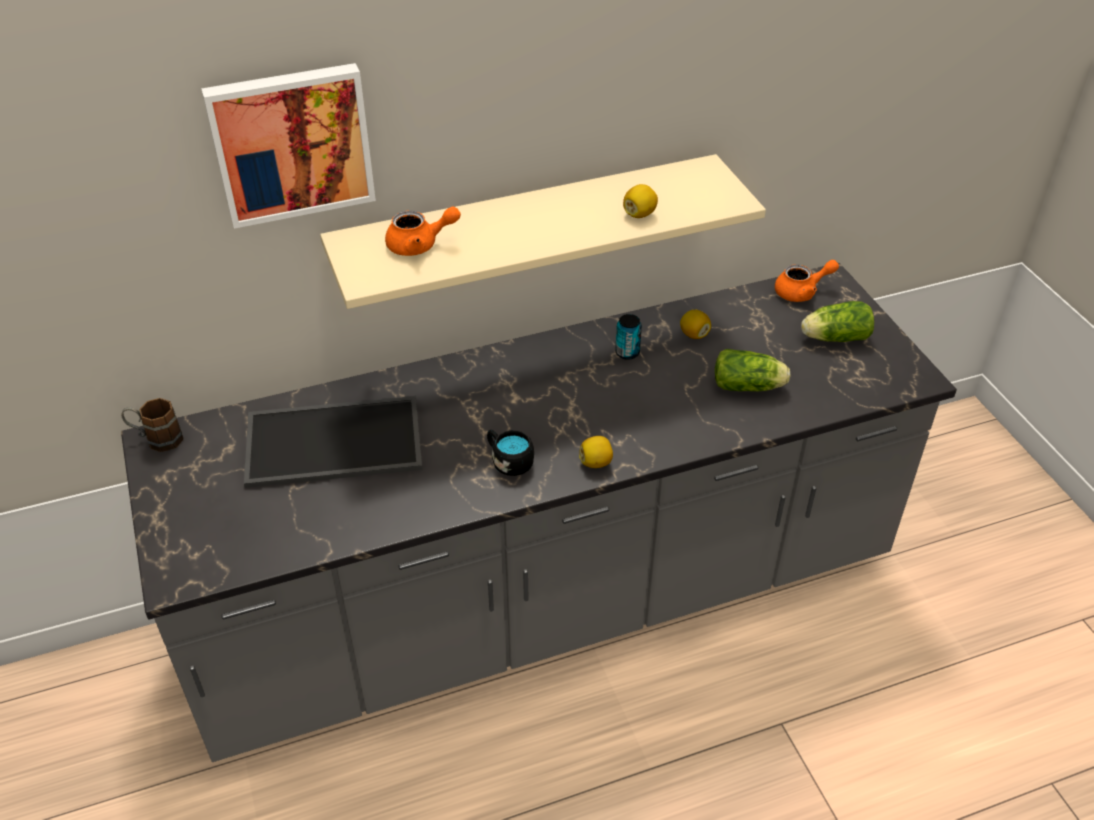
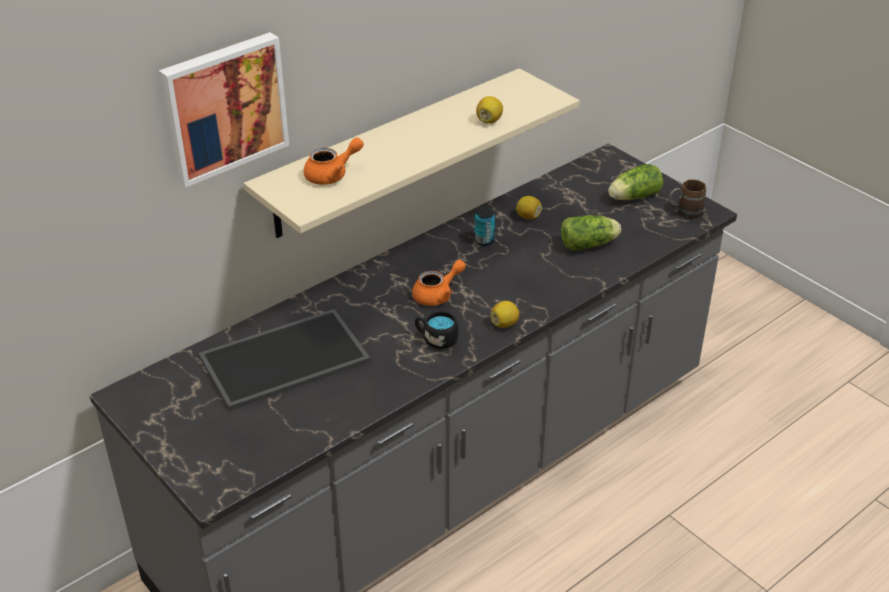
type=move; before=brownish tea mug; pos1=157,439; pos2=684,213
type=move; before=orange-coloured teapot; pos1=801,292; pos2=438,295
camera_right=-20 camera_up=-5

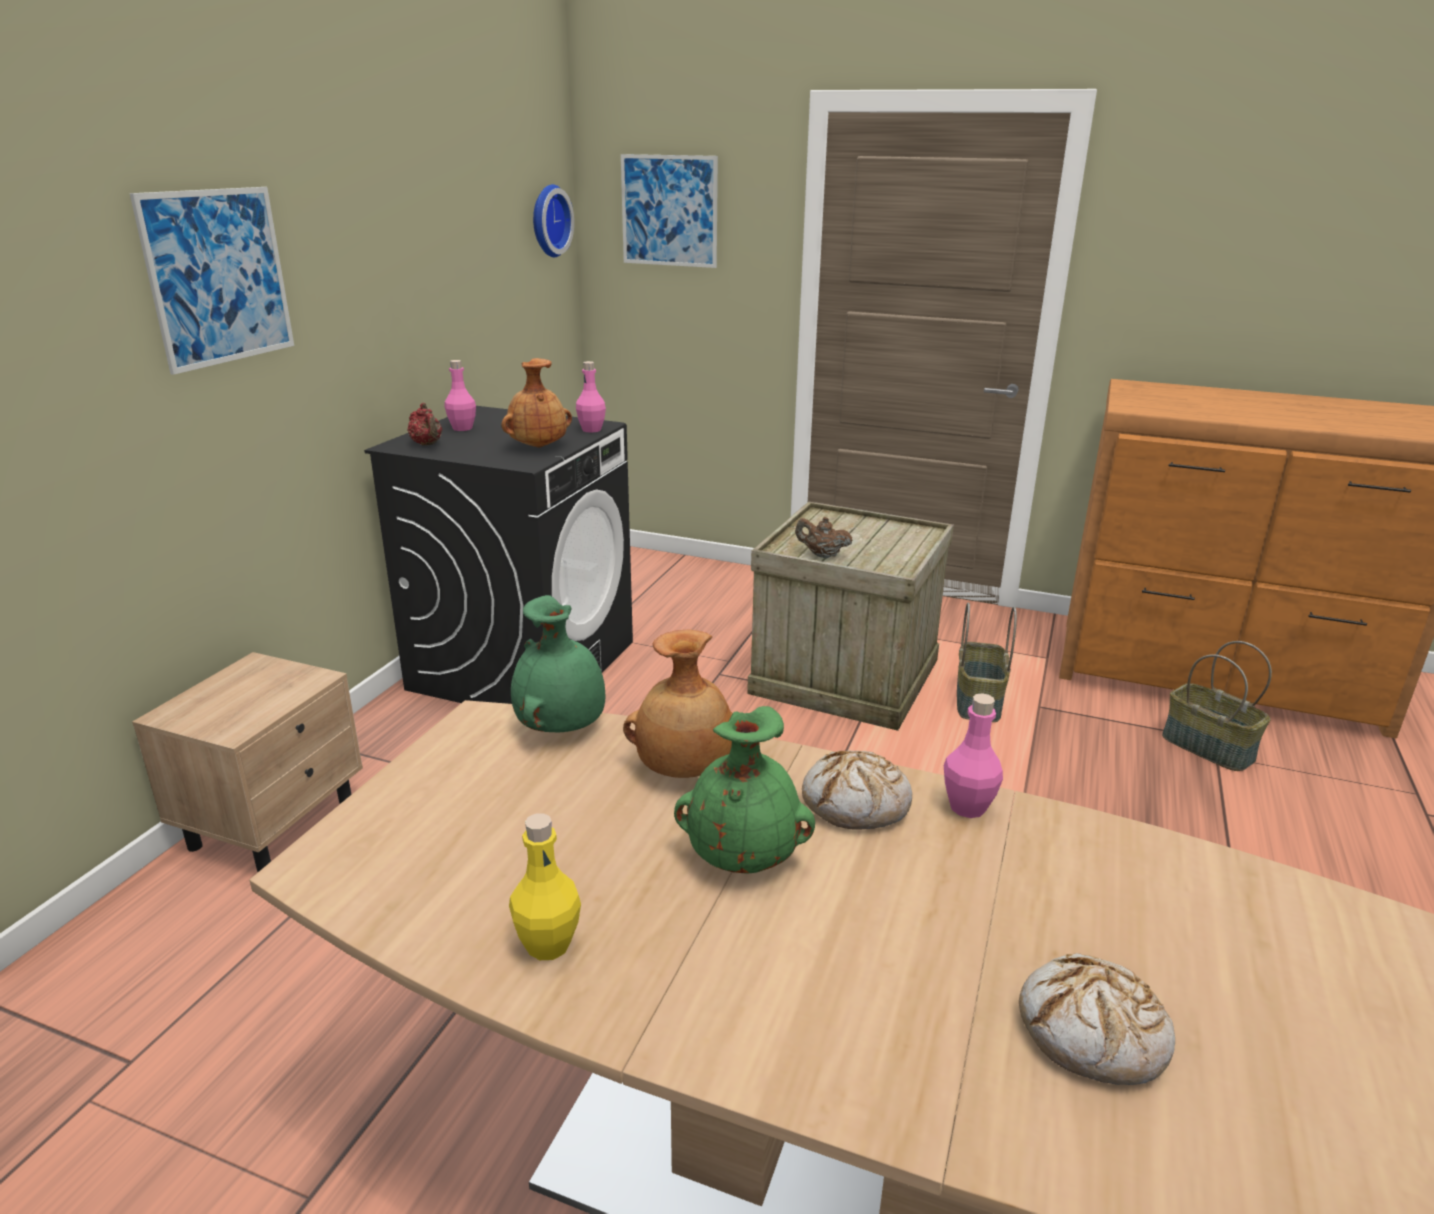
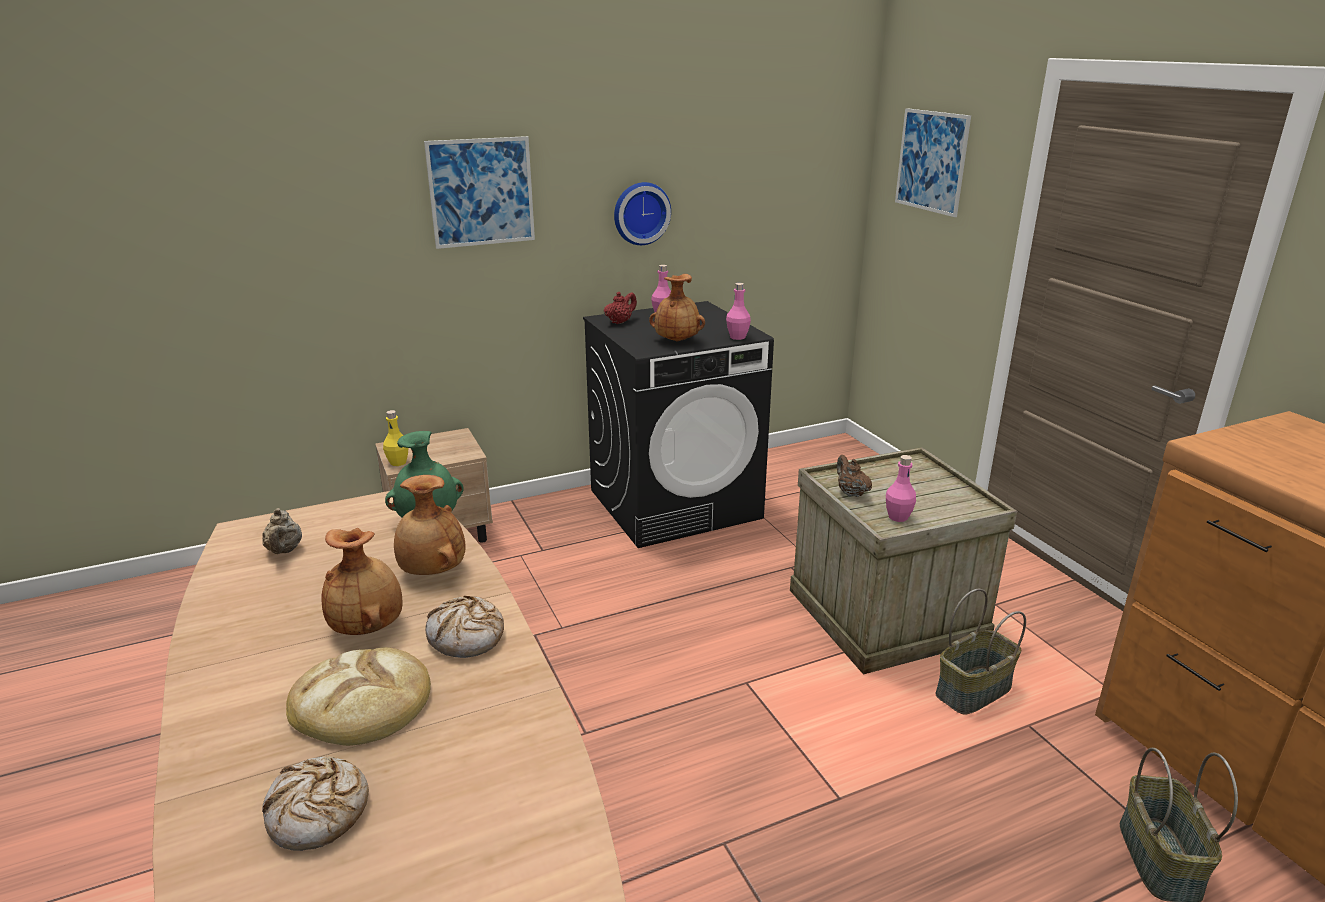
type=rotate; before=red teapot; pos1=427,445; pos2=620,322; turn=-150
type=move; before=yellowish beverage bottle; pos1=548,944; pos2=398,462
type=move; before=wall clock; pos1=548,221; pos2=640,213
type=recolor; before=green vase; after=brownish vase; pos1=743,856; pos2=368,627
type=move; before=pink-coloured beverage bottle; pos1=967,807; pos2=898,517
type=insert; after=sand-coloured teapot; pos2=284,551
type=insert; after=baked bread; pos2=362,702
camera_right=45 camera_up=0

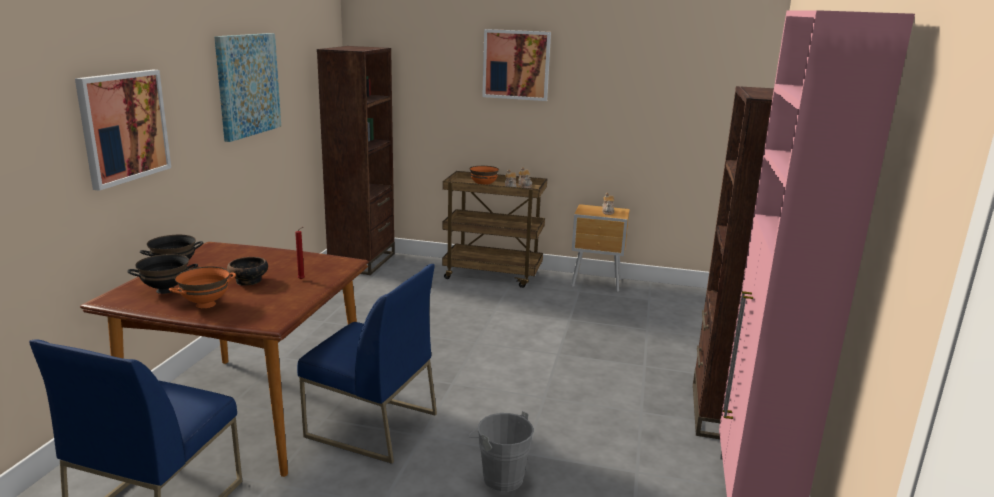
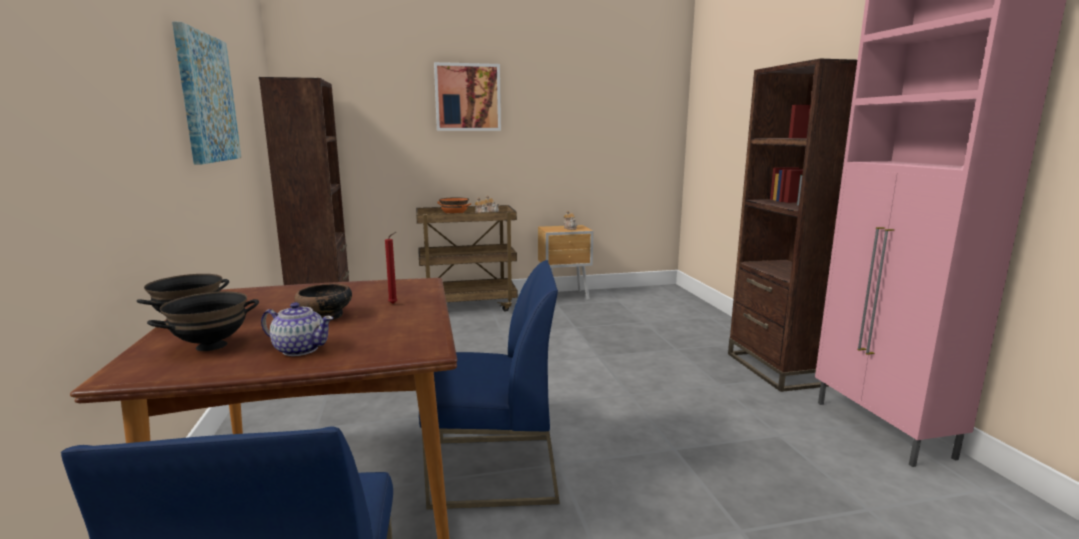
type=delete; before=wall picture; pos1=124,127
type=replace; before=orange-coloured deep dish; after=teapot; pos1=205,304; pos2=300,349
type=delete; before=greyish pail; pos1=499,476
camera_right=-25 camera_up=-5

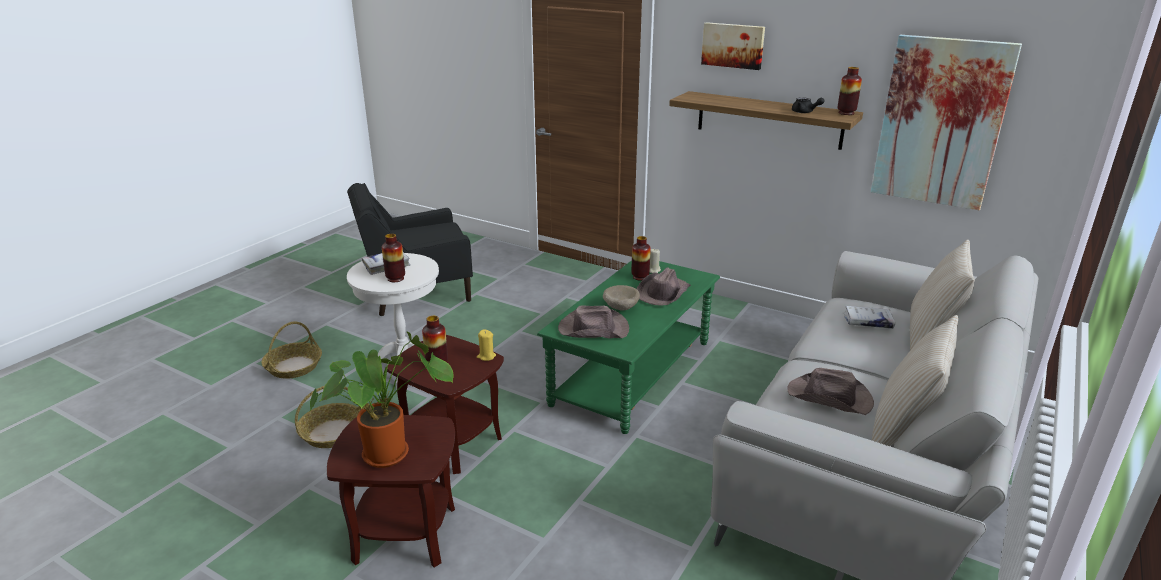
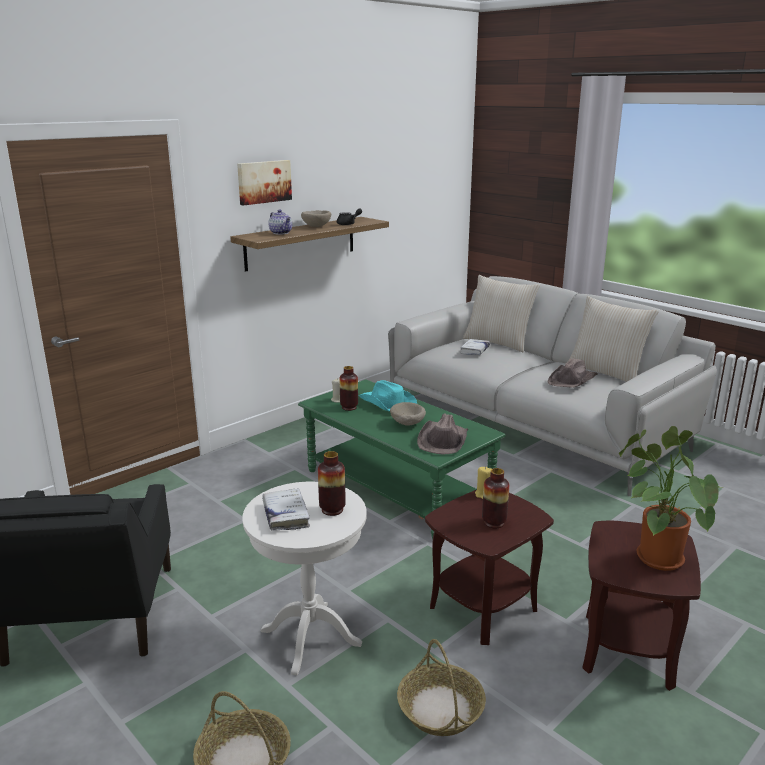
type=recolor; before=brownish hat; after=blue-green hat; pos1=663,293; pos2=387,403
type=delete; before=vase; pos1=846,113
type=delete; before=wall picture; pos1=940,123
type=insert; after=teapot; pos2=281,233
type=insert; after=sand-coloured deep dish; pos2=317,226
camera_right=-75 camera_up=-5

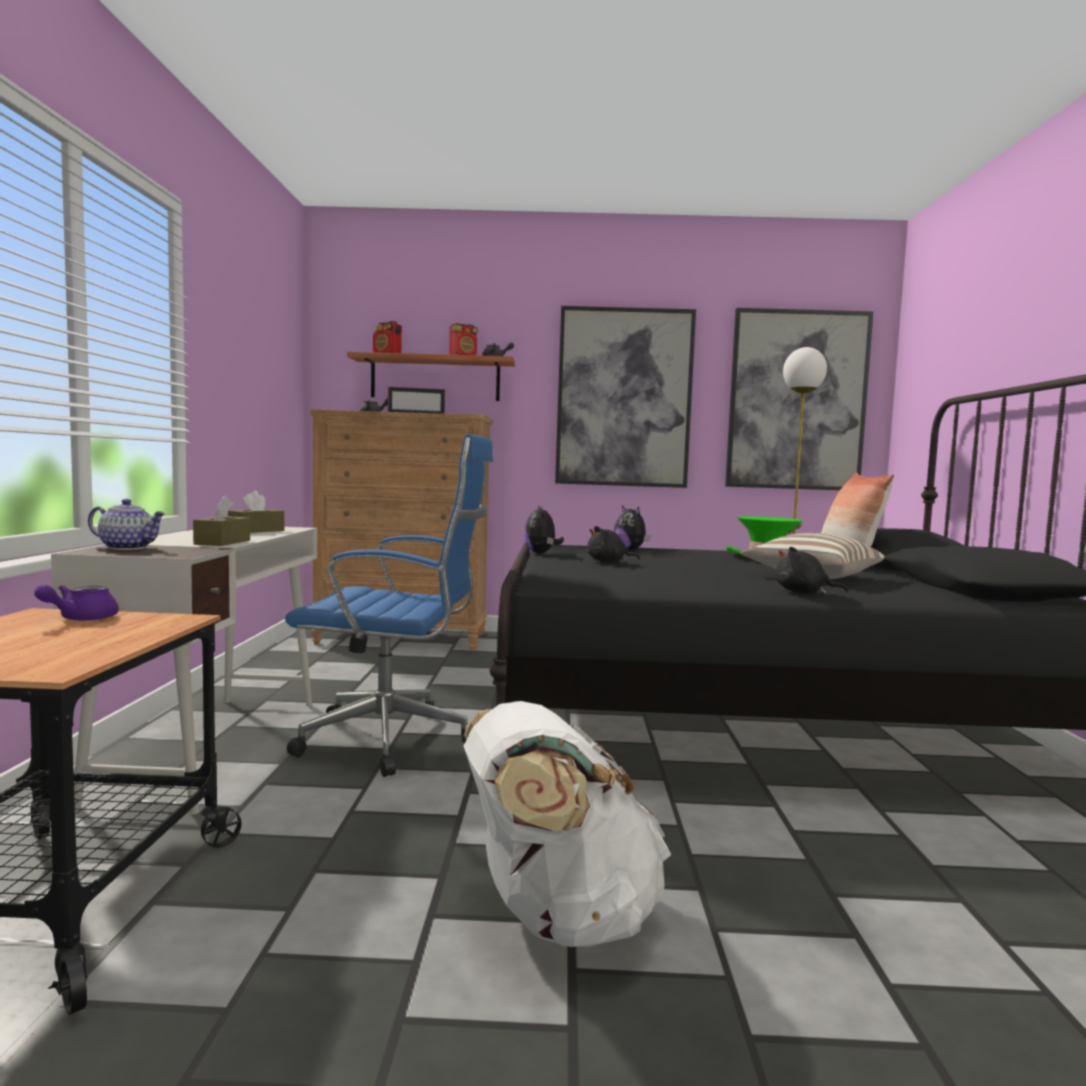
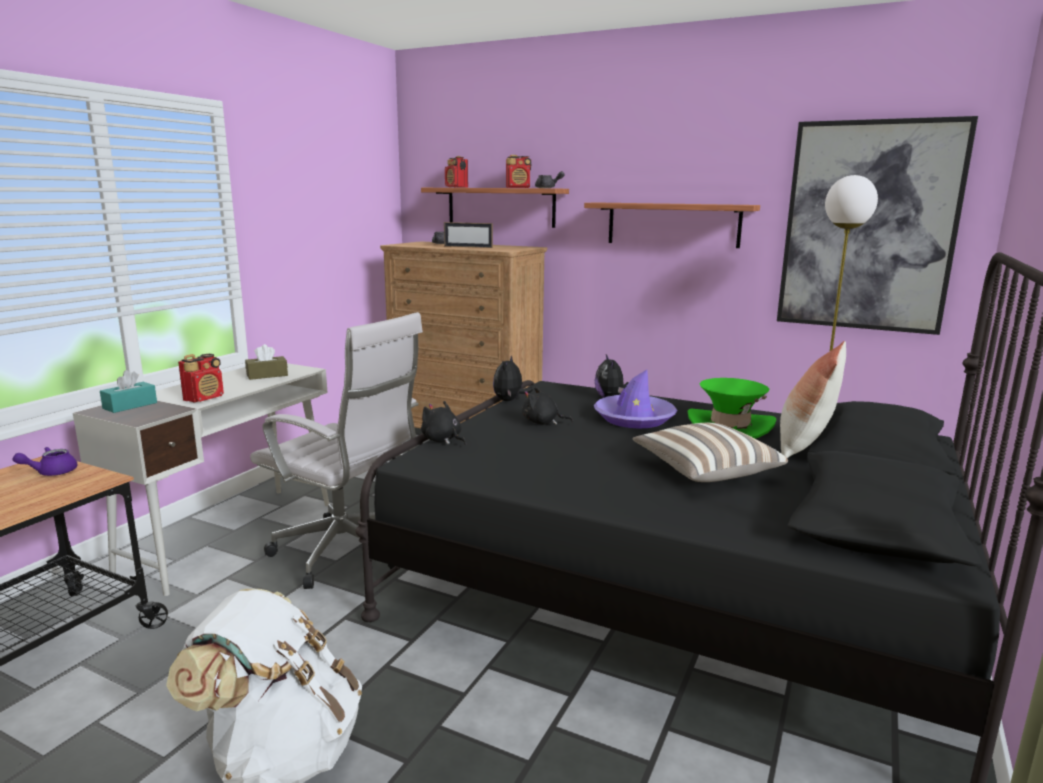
type=replace; before=teapot; after=blue-green box of tissues; pos1=129,548; pos2=130,405
type=replace; before=brownish box of tissues; after=radio set; pos1=222,542; pos2=204,398
type=recolor; before=blue-coloured computer chair; after=whitish computer chair; pos1=394,741; pos2=347,554
type=replace; before=wall picture; after=bracket shelf; pos1=624,398; pos2=673,224
type=move; before=blackish soft toy; pos1=803,593; pos2=443,440
type=insert; after=purplish hat; pos2=634,418
camera_right=25 camera_up=10

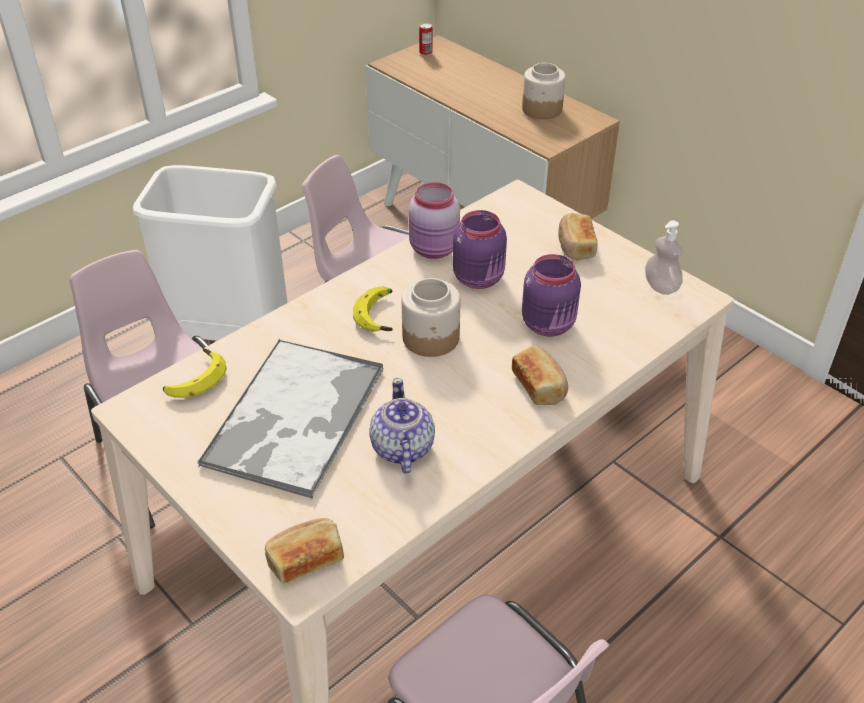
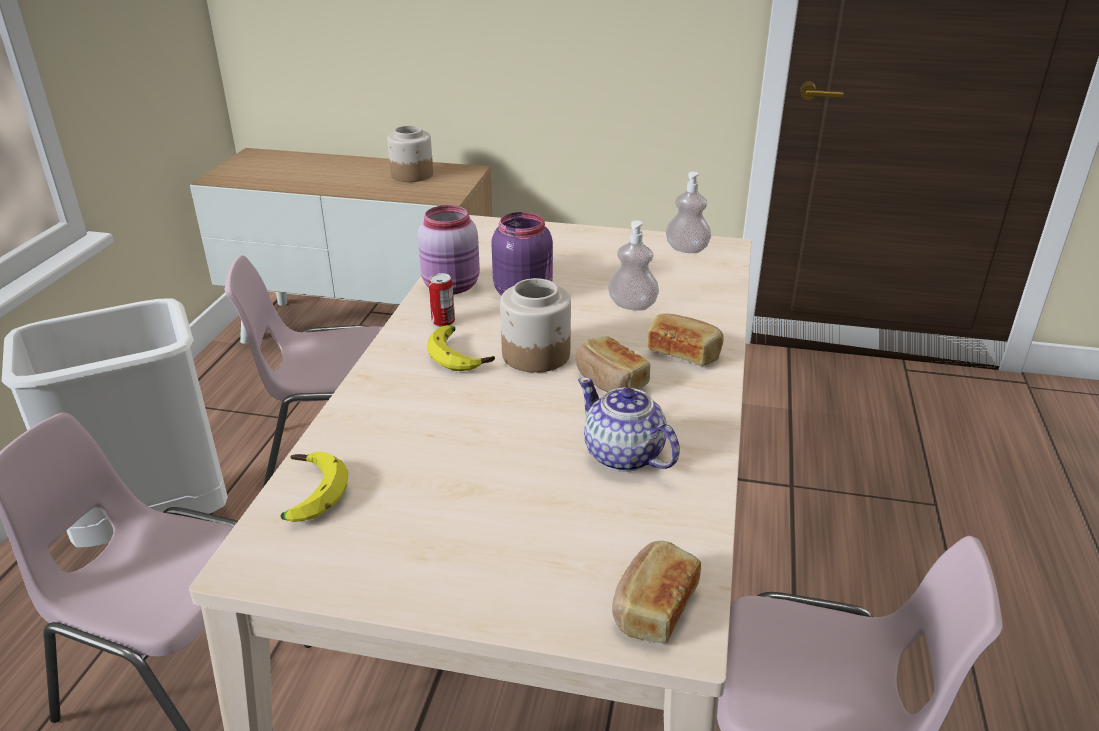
type=delete; before=carrying tray; pos1=294,418
type=move; before=sealed can; pos1=425,52; pos2=443,322
type=replace; before=purplish preserve jar; after=liquid soap bottle; pos1=549,324; pos2=632,305
type=move; before=baked bread; pos1=575,246; pos2=610,381
camera_right=-35 camera_up=-10

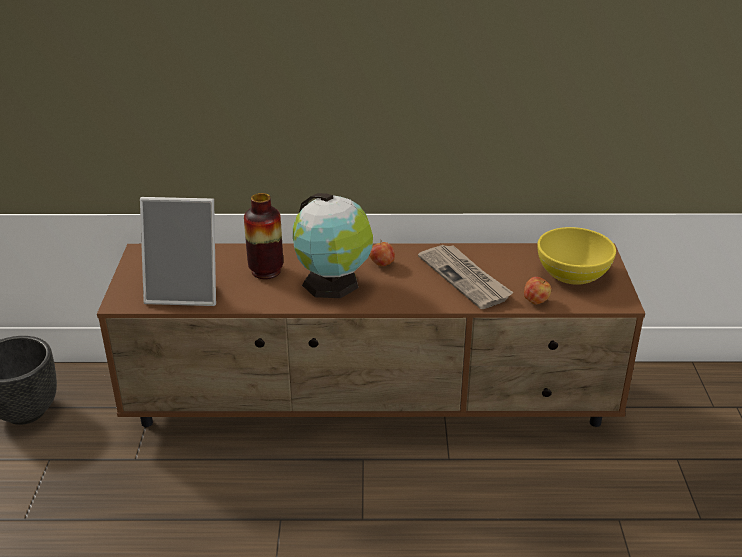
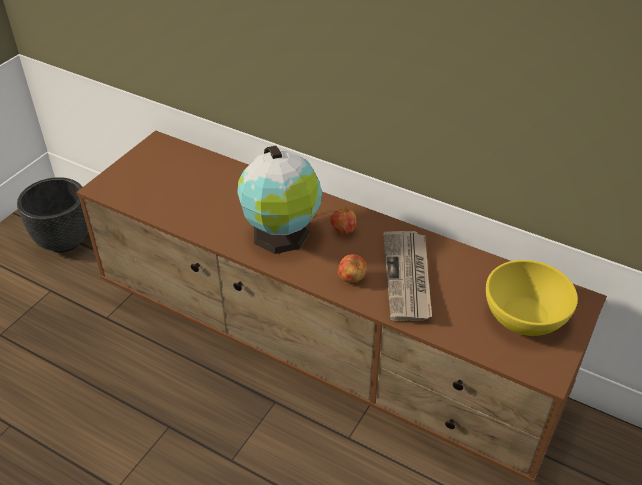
type=delete; before=photo frame; pos1=186,291
type=delete; before=vase; pos1=266,271
type=move; before=apple fruit; pos1=536,301; pos2=351,278
camera_right=30 camera_up=10

